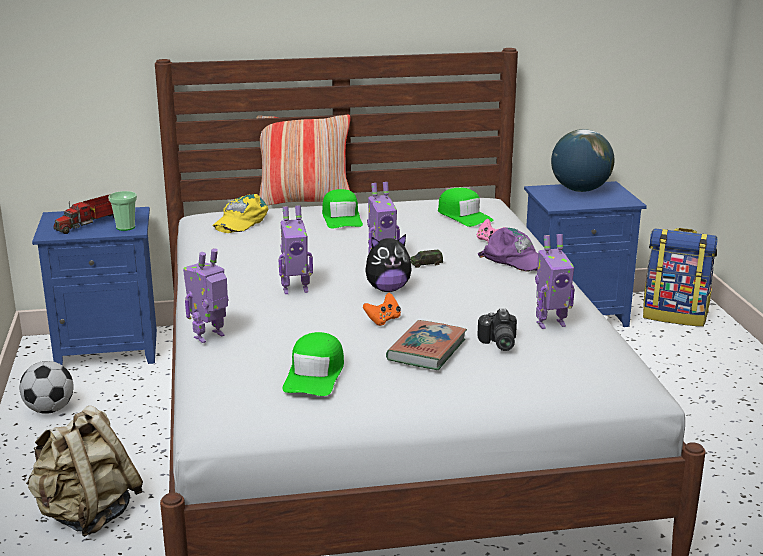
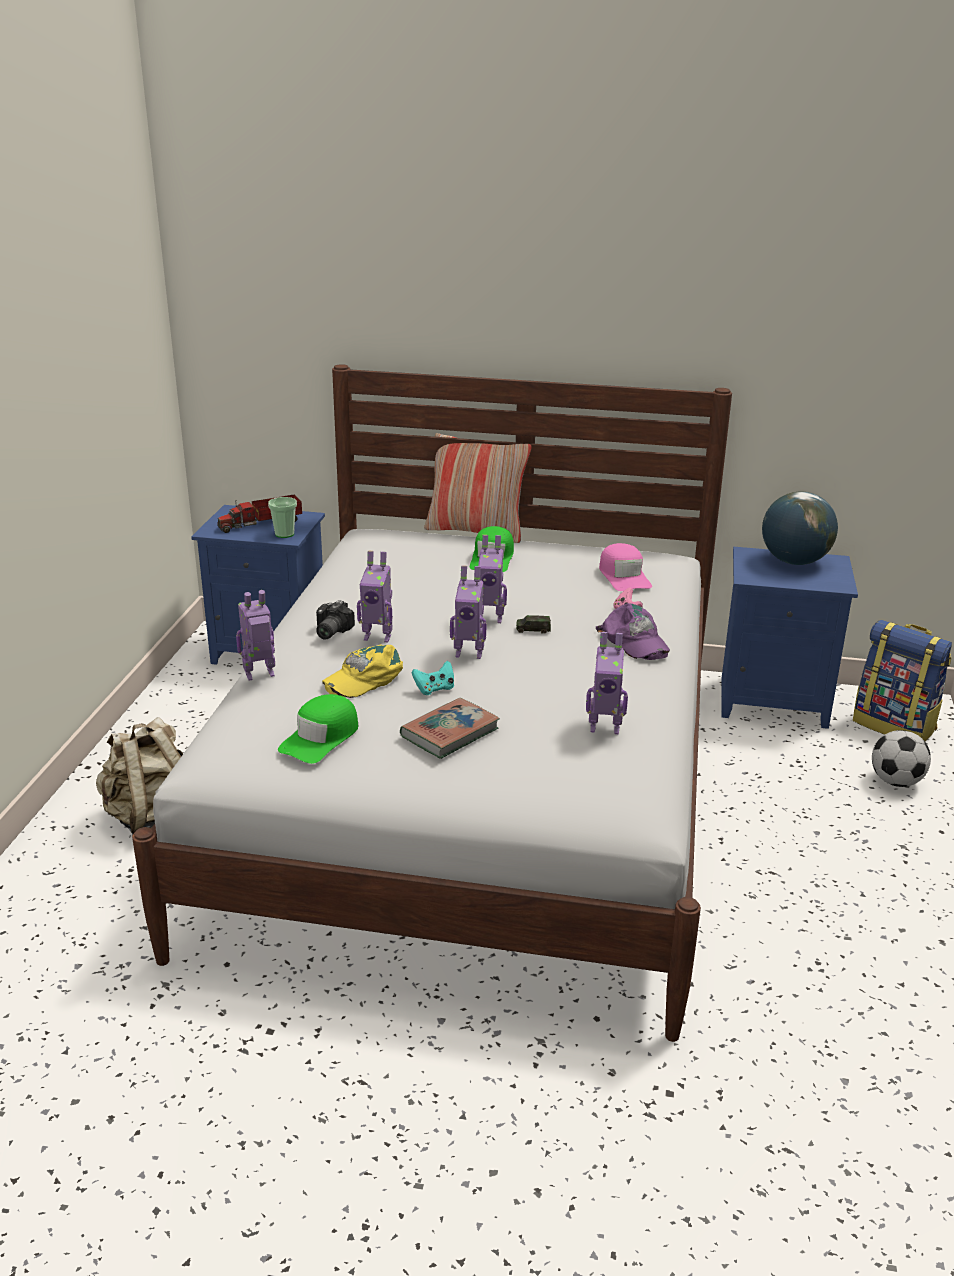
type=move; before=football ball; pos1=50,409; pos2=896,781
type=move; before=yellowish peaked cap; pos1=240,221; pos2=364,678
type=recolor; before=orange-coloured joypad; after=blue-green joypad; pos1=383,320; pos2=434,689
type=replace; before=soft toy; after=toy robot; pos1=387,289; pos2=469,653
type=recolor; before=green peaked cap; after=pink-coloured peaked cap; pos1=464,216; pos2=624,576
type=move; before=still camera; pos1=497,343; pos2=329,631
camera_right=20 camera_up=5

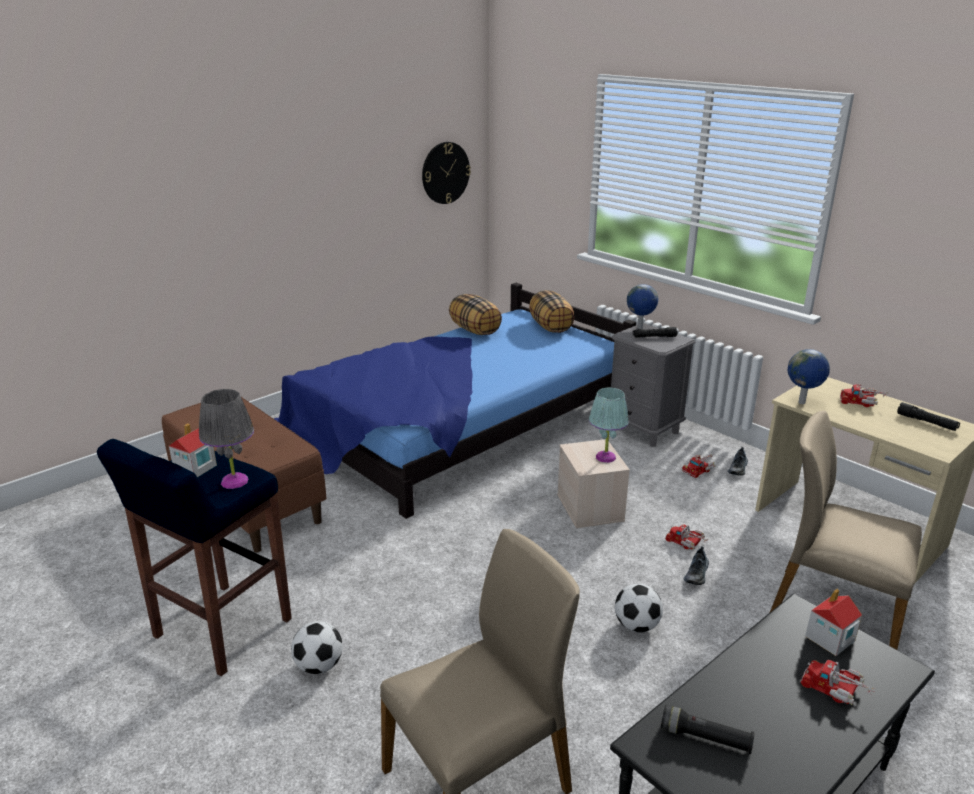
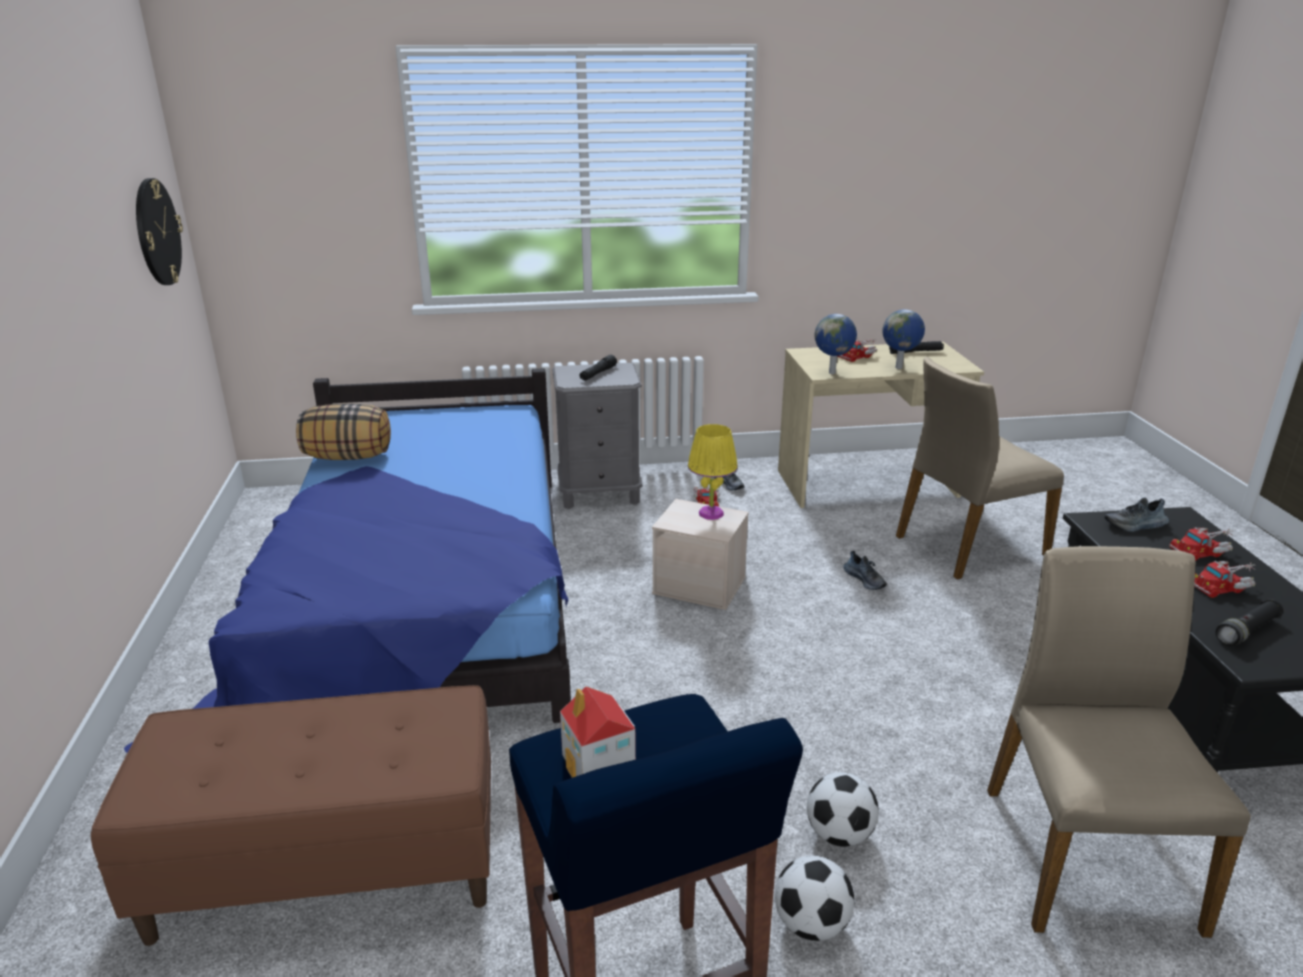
type=delete; before=greyish tabletop lamp; pos1=234,481
type=delete; before=throw pillow; pos1=551,327
type=recolor; before=blue-green tabletop lamp; after=yellowish tabletop lamp; pos1=606,457; pos2=711,513
type=move; before=football ball; pos1=636,626; pos2=839,834
type=move; before=desk globe; pos1=640,328; pos2=899,368
type=move; before=model truck; pos1=687,543; pos2=1222,586
type=replace; before=model house; after=item of footwear; pos1=829,639; pos2=1135,525
camera_right=-55 camera_up=0

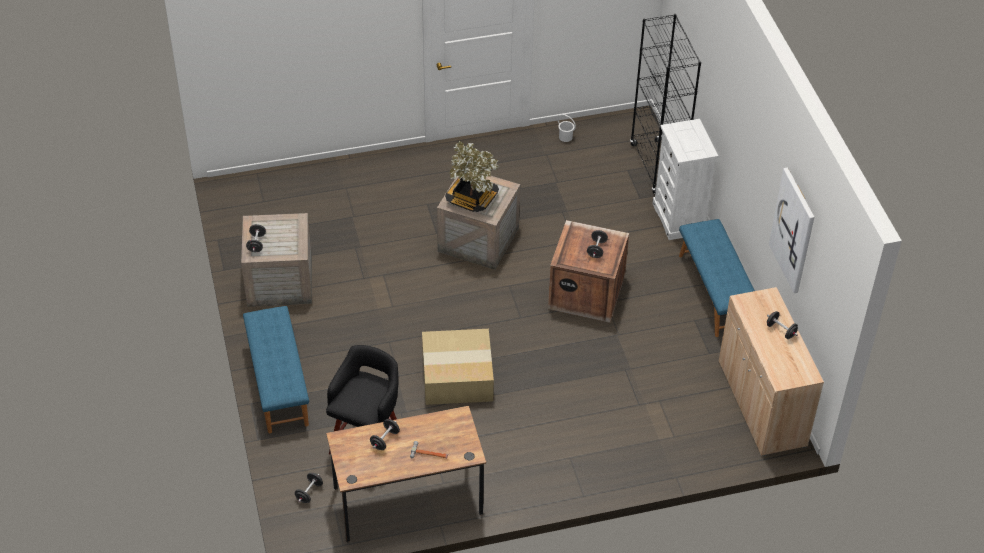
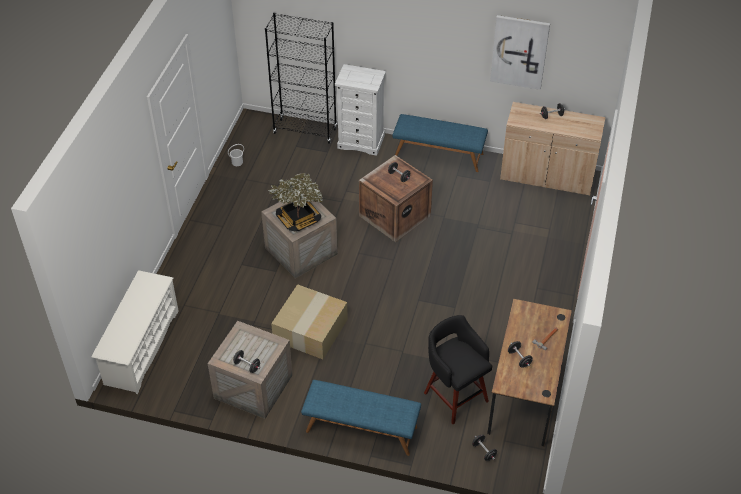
type=move; before=cardboard box; pos1=456,377; pos2=311,331
type=insert; after=whitish shoe stand; pos2=141,347
camera_right=-60 camera_up=0

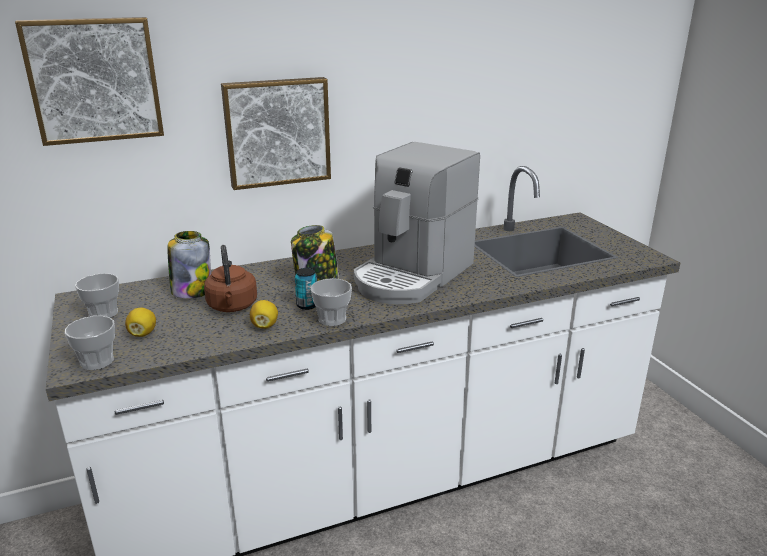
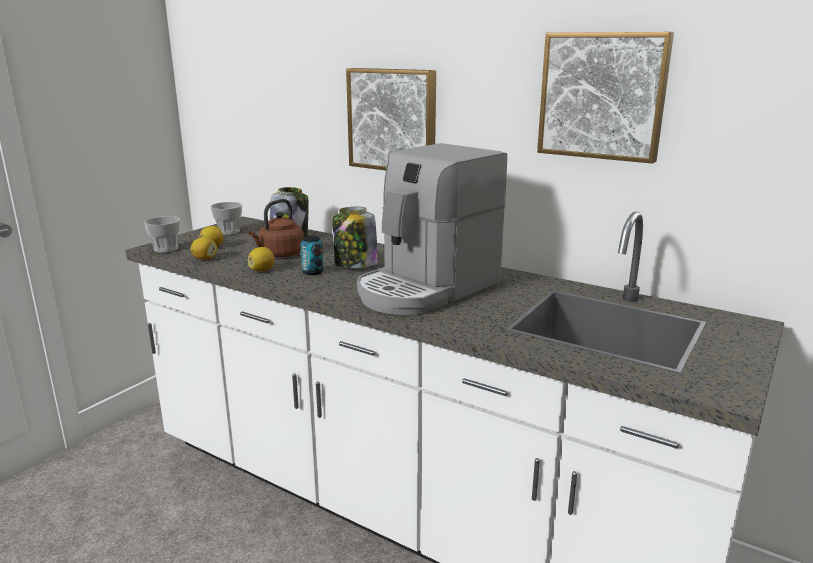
type=move; before=wall picture; pos1=94,80; pos2=602,96
type=delete; before=small cup; pos1=332,319
type=rotate; before=coffee machine; pos1=412,276; pos2=426,289; turn=-45
type=insert; after=lemon; pos2=205,259
camera_right=55 camera_up=-5

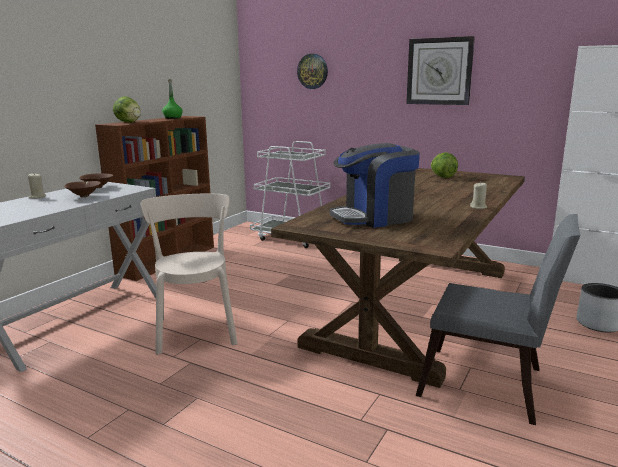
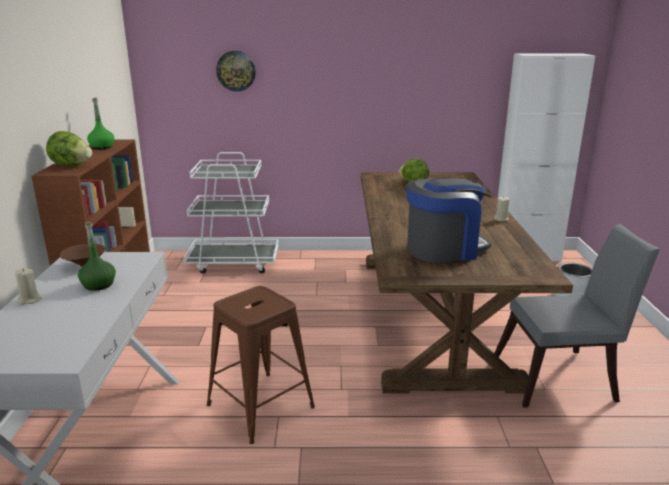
type=replace; before=brownish deep dish; after=green beverage bottle; pos1=84,196; pos2=99,285
type=replace; before=sand-coloured chair; after=brownish stool; pos1=196,329; pos2=260,406
type=rotate; before=coffee machine; pos1=374,217; pos2=444,249; turn=-150
type=delete; before=wall clock; pos1=439,71
camera_right=-30 camera_up=5

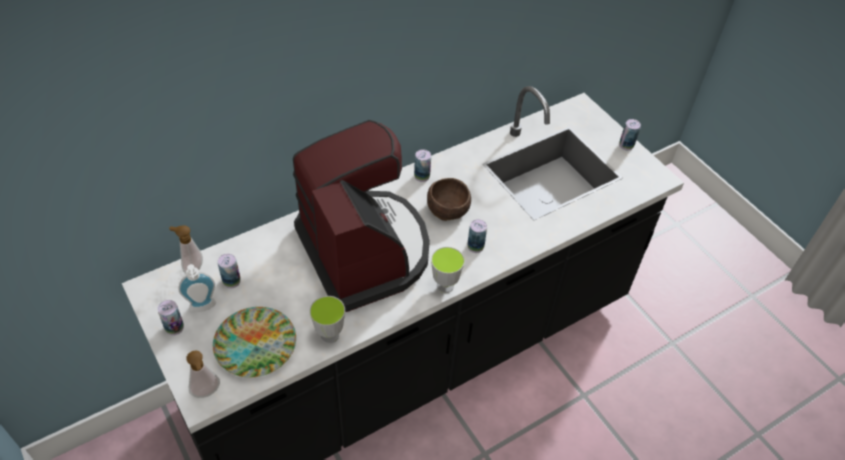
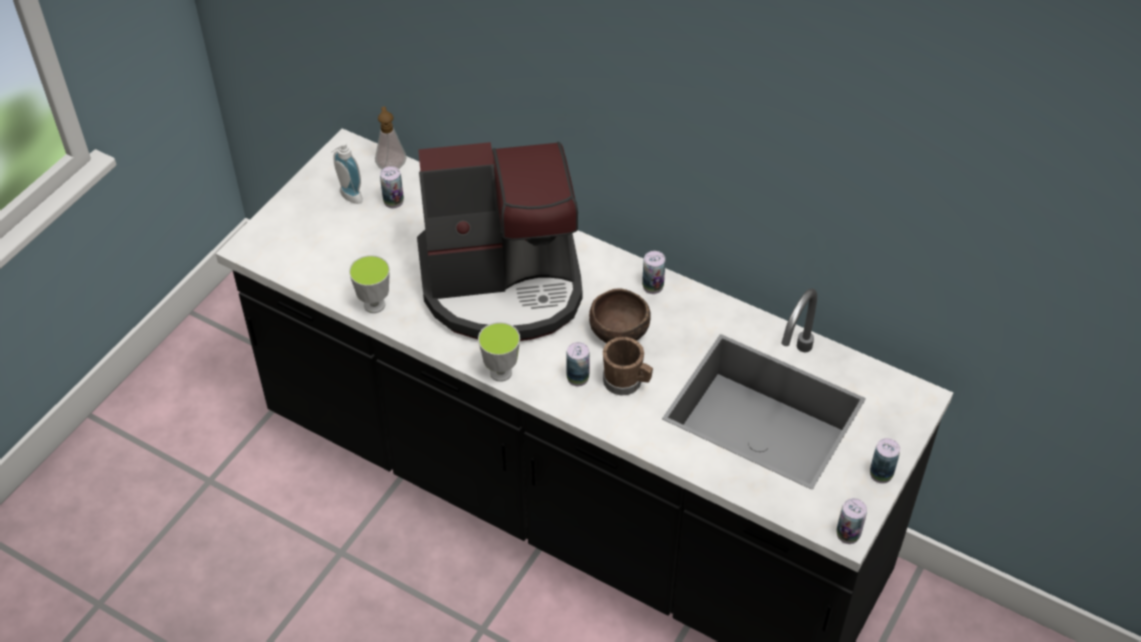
type=move; before=sealed can; pos1=174,328; pos2=848,534
type=delete; before=liquid soap bottle; pos1=207,393
type=delete; before=dinner plate; pos1=255,346
type=rotate; before=coffee machine; pos1=365,251; pos2=503,284; turn=45
type=insert; after=brownish tea mug; pos2=626,382
camera_right=65 camera_up=0

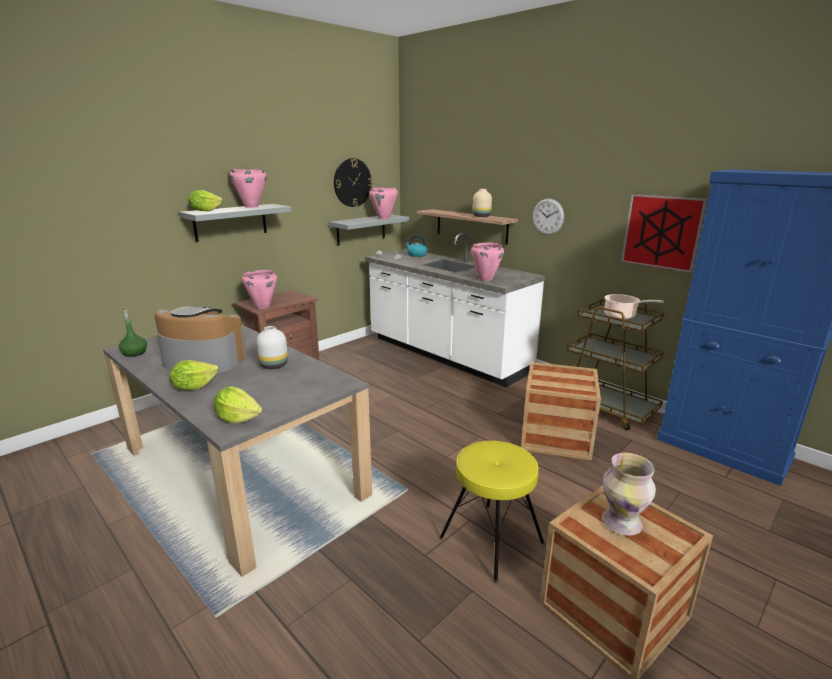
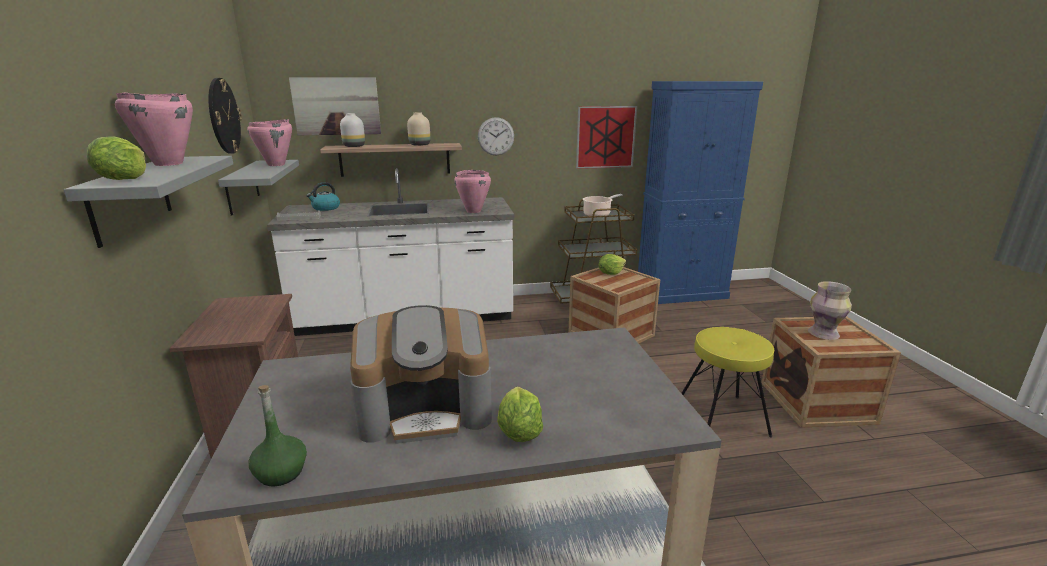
type=rotate; before=coffee machine; pos1=203,361; pos2=426,409; turn=-150
type=move; before=head of lettuce; pos1=238,418; pos2=610,273
type=delete; before=pink-coloured cooking pot; pos1=262,307
type=move; before=whitish vase; pos1=274,365; pos2=353,146
type=insert; after=wall picture; pos2=336,106
camera_right=-55 camera_up=0

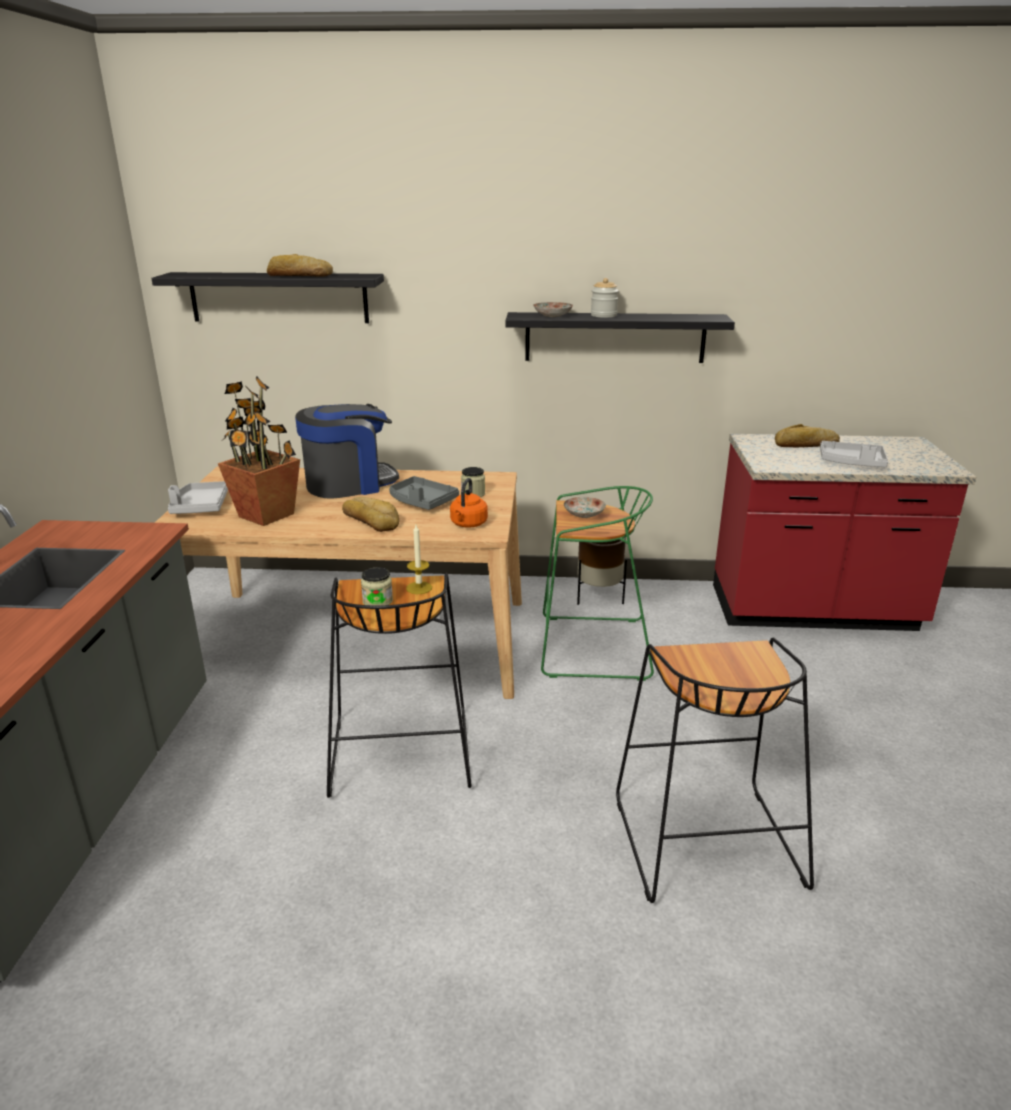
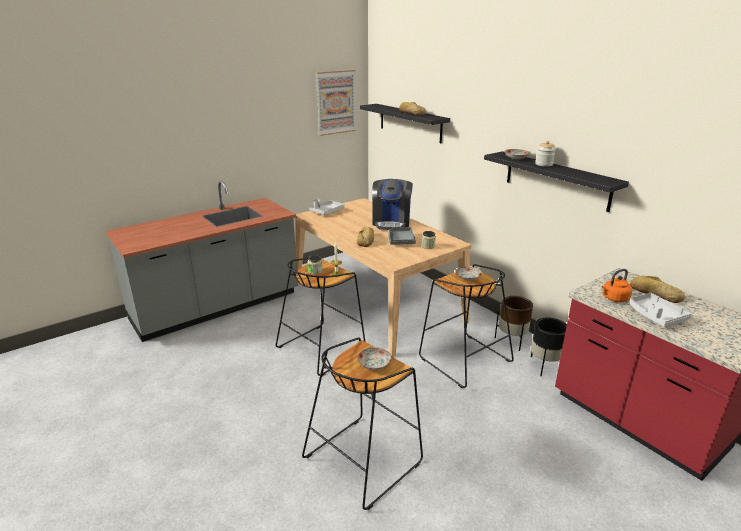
type=delete; before=potted plant; pos1=266,515
type=rotate; before=coffee machine; pos1=349,484; pos2=391,222; turn=75
type=move; before=orange-coloured tea kettle; pos1=468,524; pos2=614,299
type=recolor; before=green stool; after=blackish stool; pos1=591,648; pos2=463,359
type=insert; after=wall picture; pos2=336,102
type=insert; after=dinner plate; pos2=374,364
type=insert; after=blackish flower pot; pos2=545,366
camera_right=50 camera_up=0

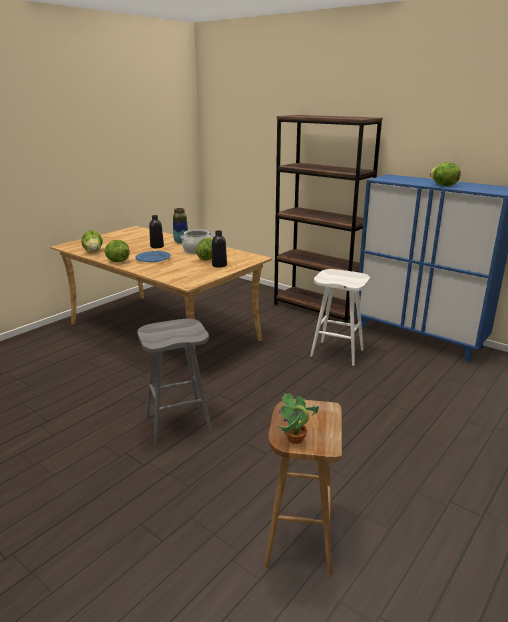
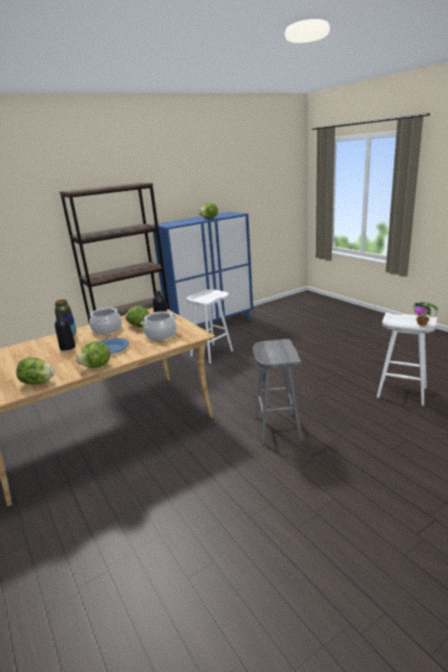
type=recolor; before=brownish stool; after=whitish stool; pos1=299,538; pos2=401,392
type=insert; after=cooking pot; pos2=161,334
camera_right=-70 camera_up=0

